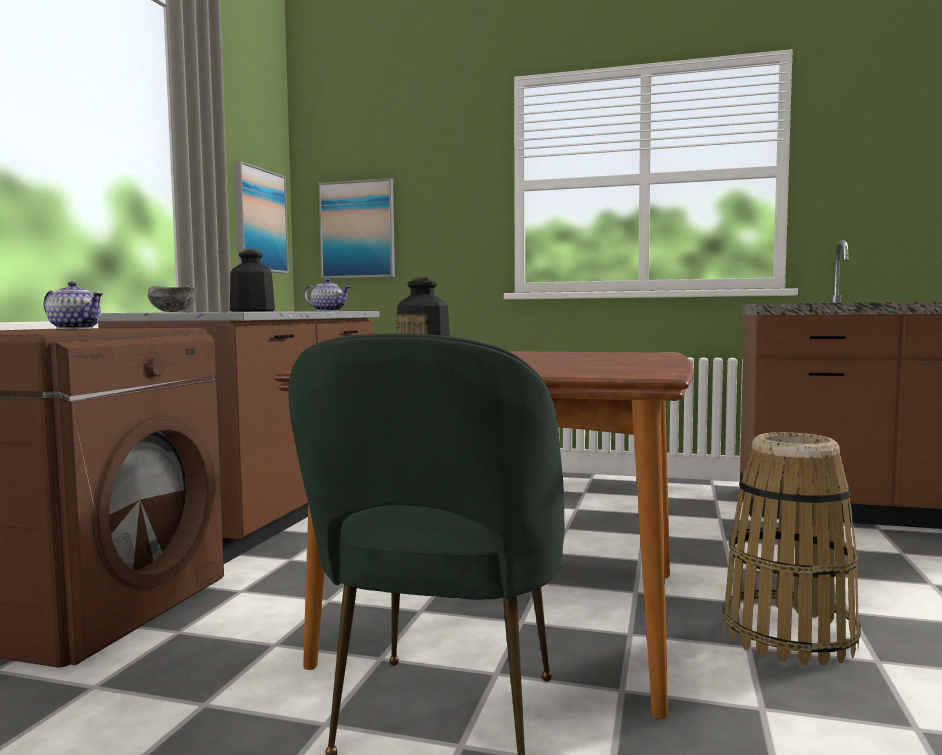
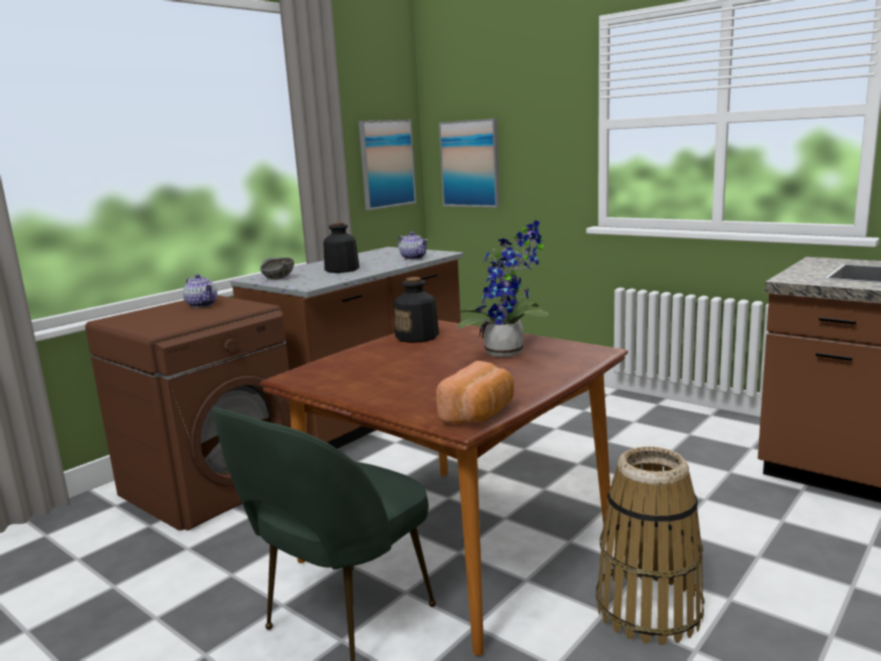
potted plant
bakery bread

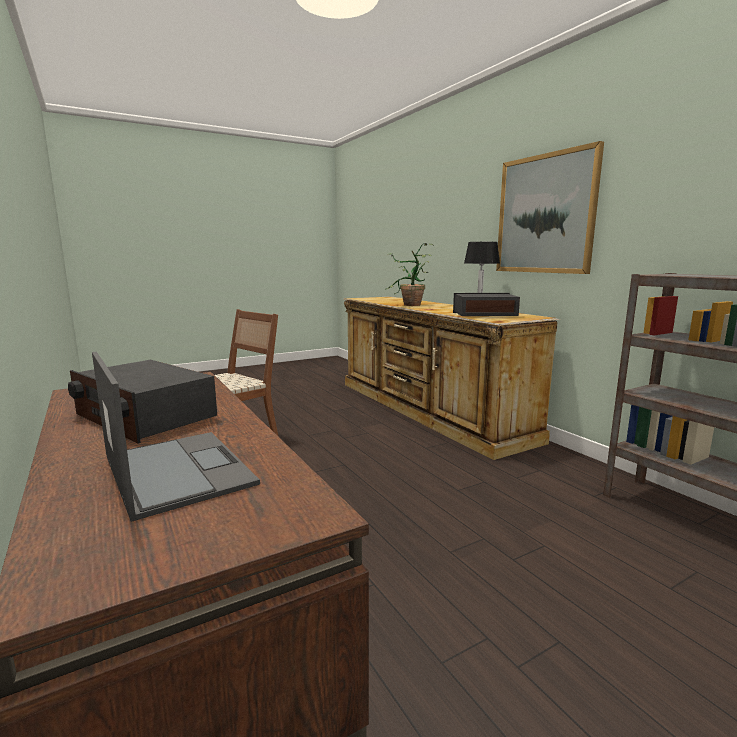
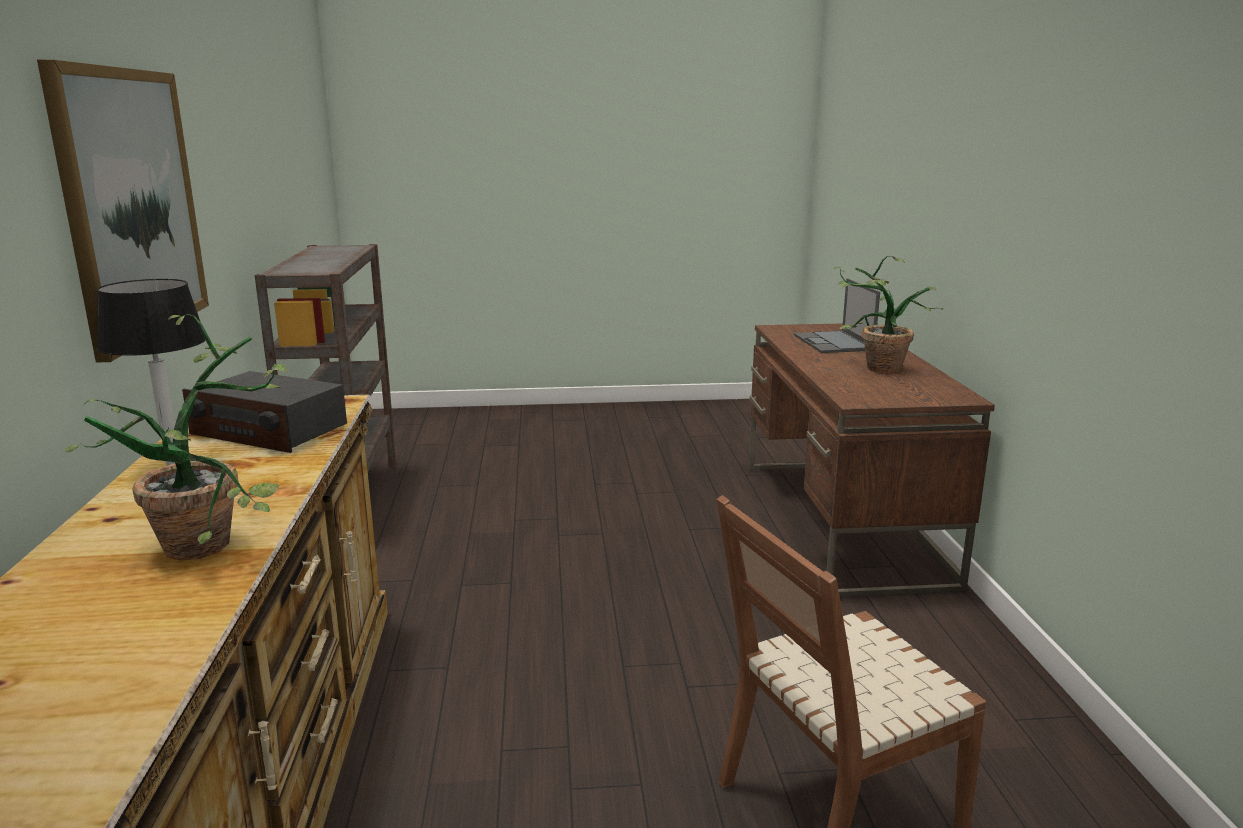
potted plant (2nd from left)

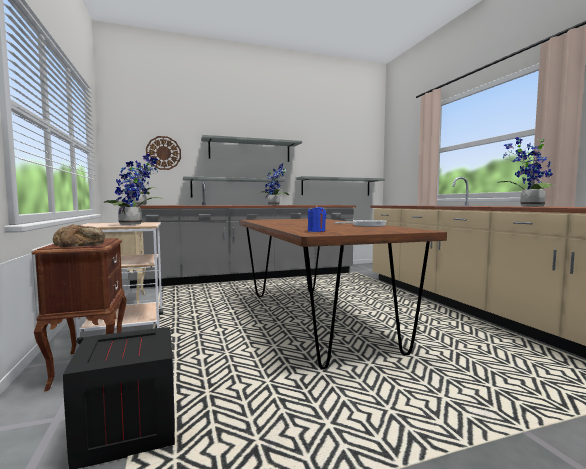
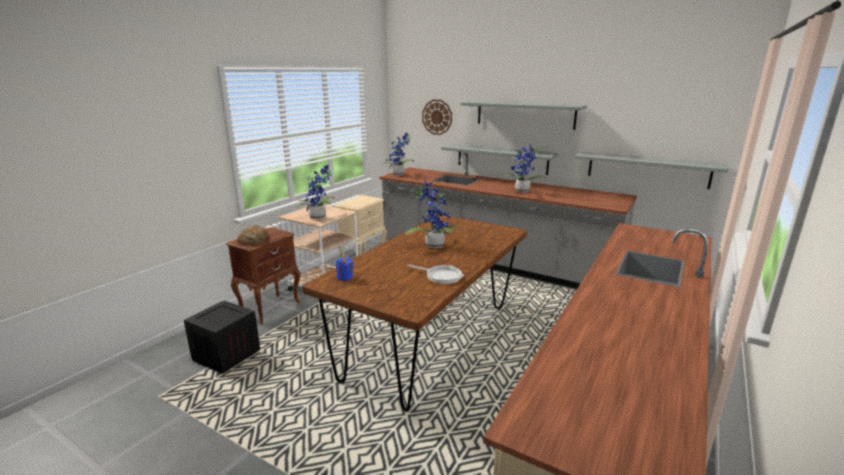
potted plant (3rd from left)

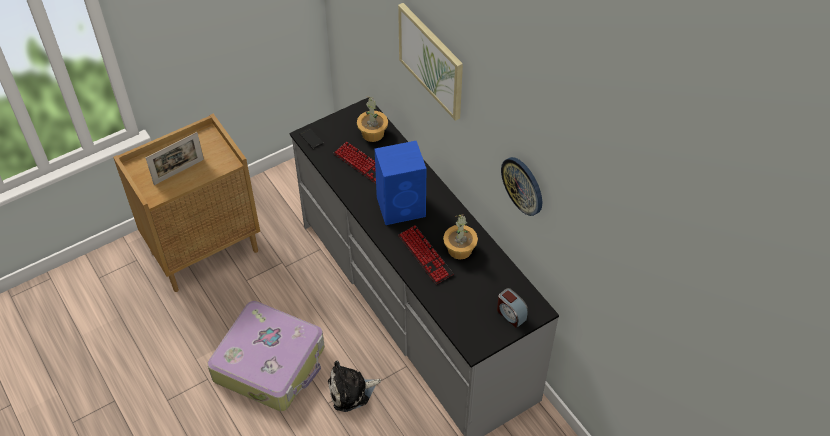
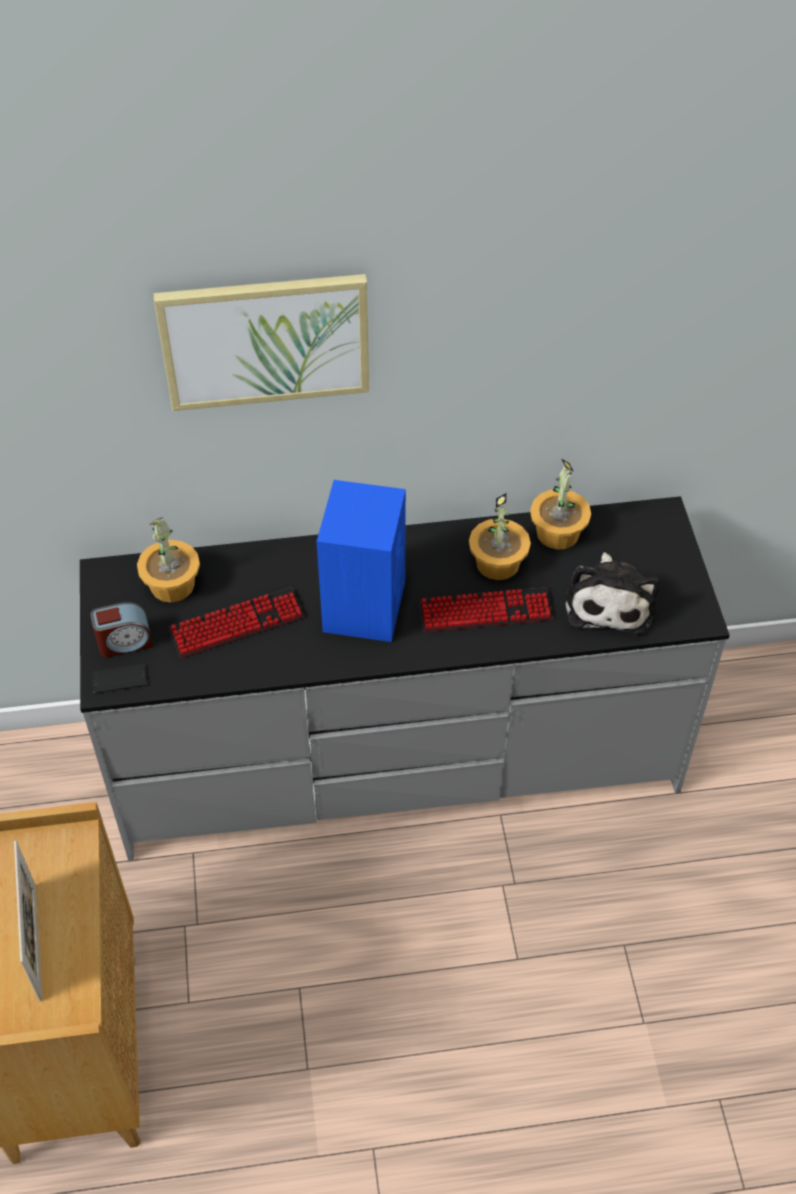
hanging clock
bedside clock
suitcase
soft toy
potted plant (3rd from left)

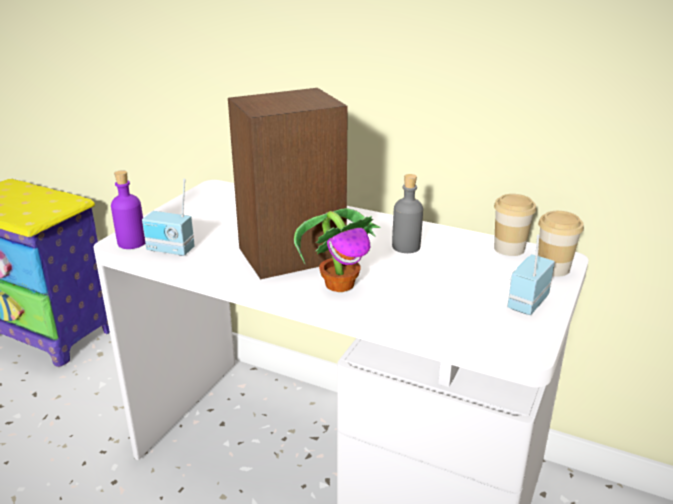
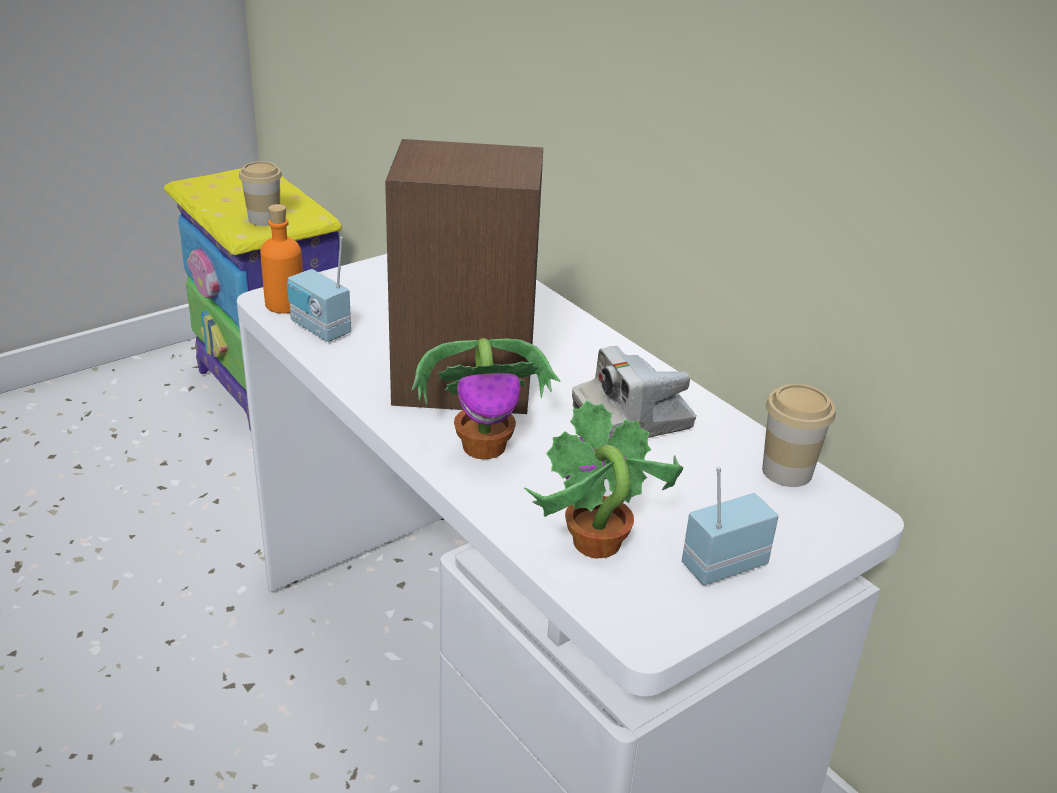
orange beverage bottle
photo camera
cup (1st from left)
potted plant (2nd from left)

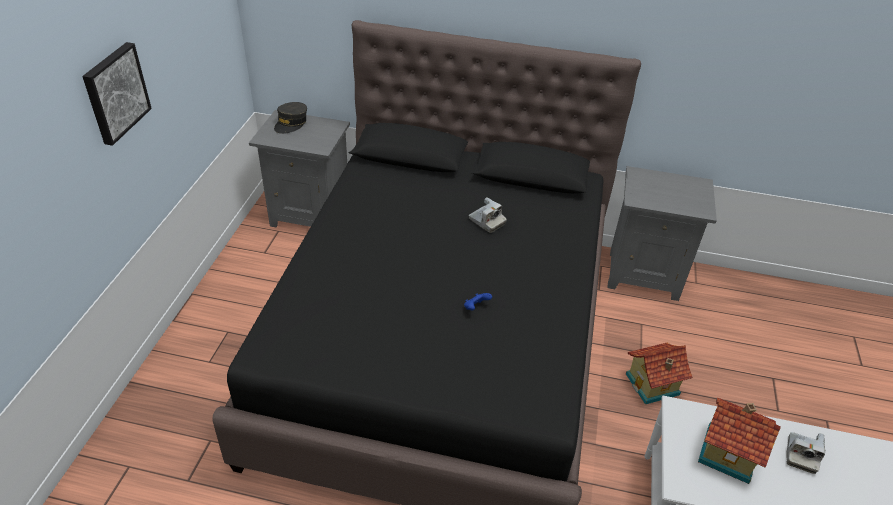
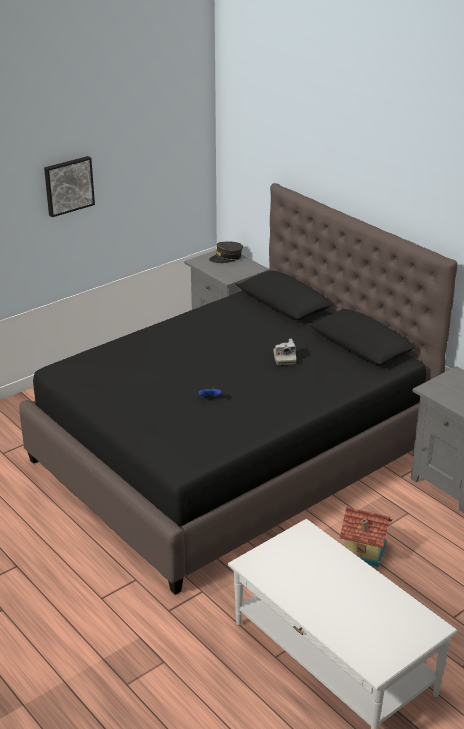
toy house (2nd from left in the first image)
photo camera (2nd from left in the first image)

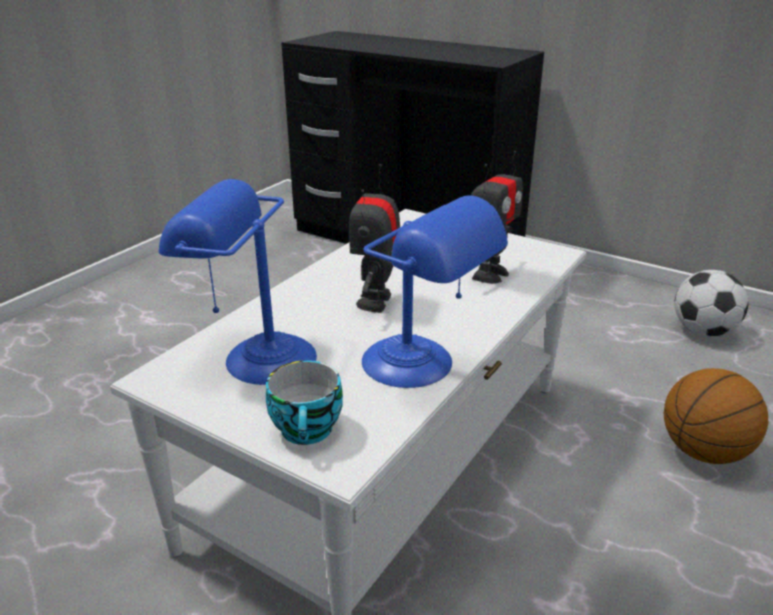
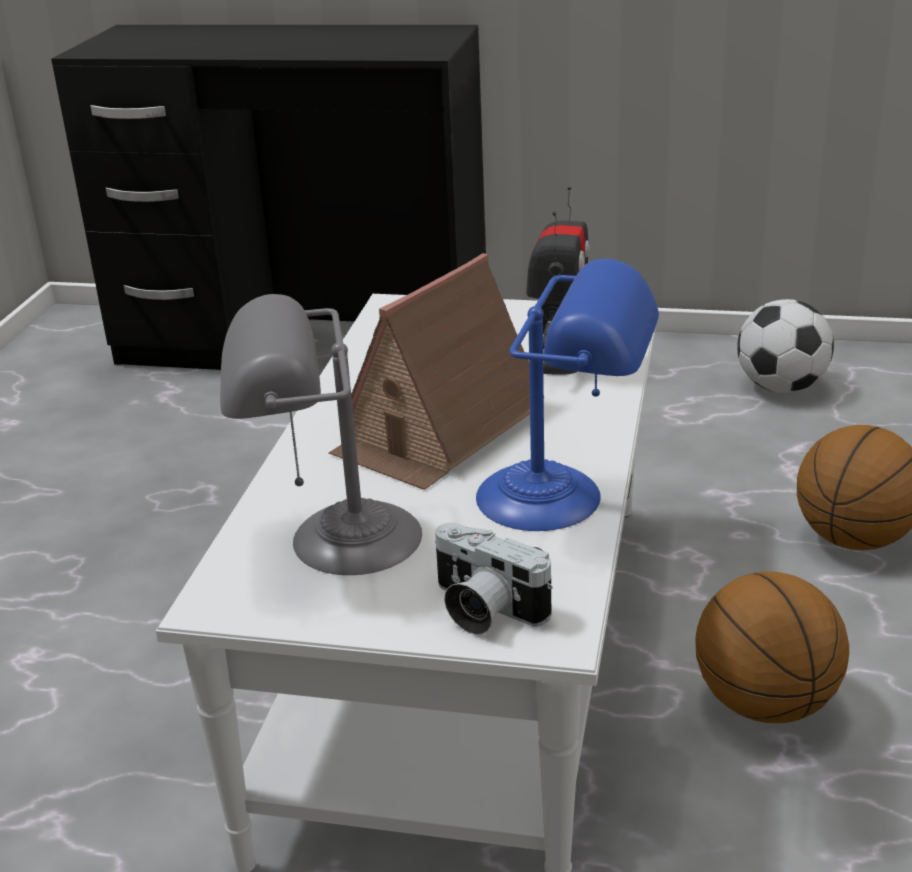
toy house
greyish tabletop lamp
photo camera
ball for basketball (1st from left)

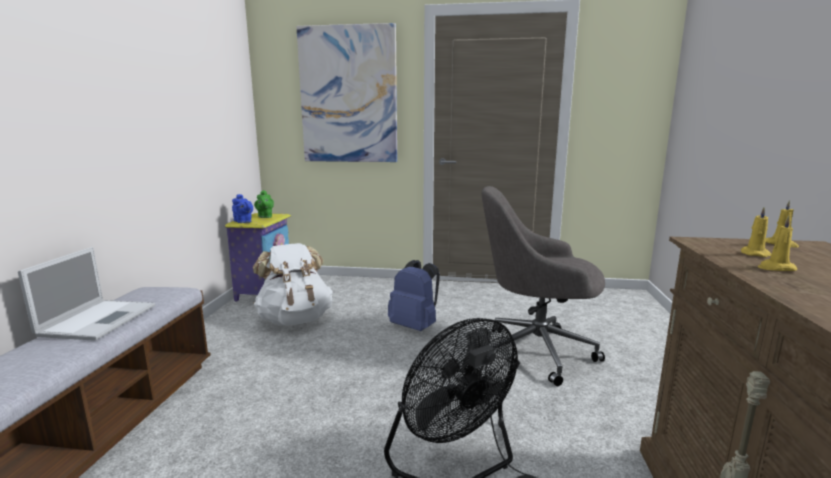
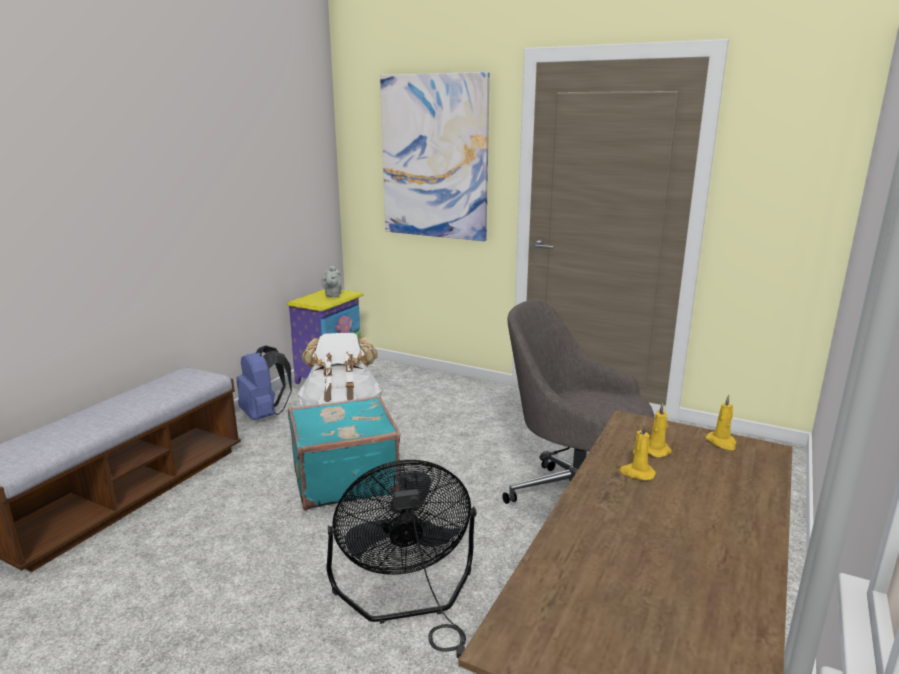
greyish tea pot
blue tea pot
portable computer
blue knapsack
turquoise-coloured suitcase

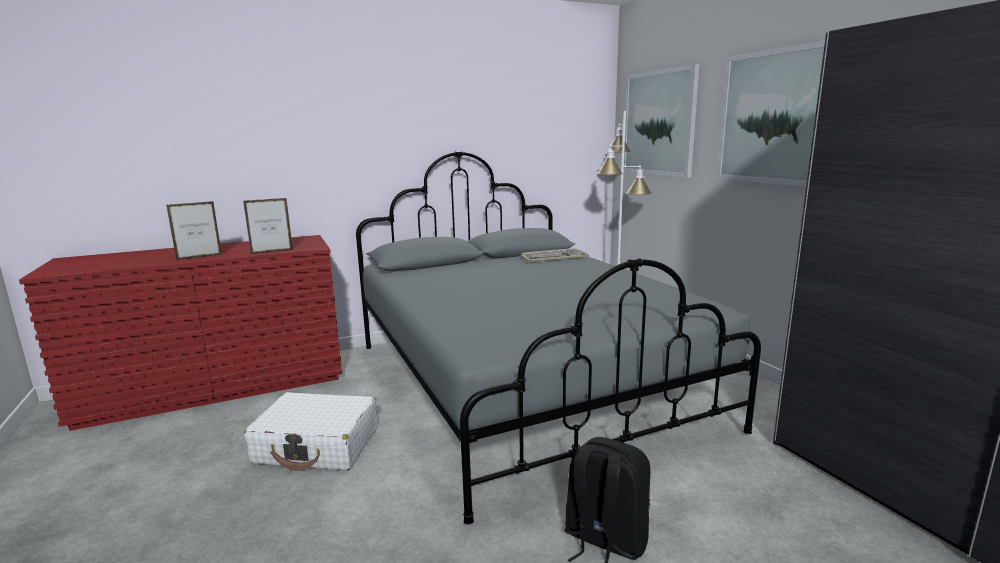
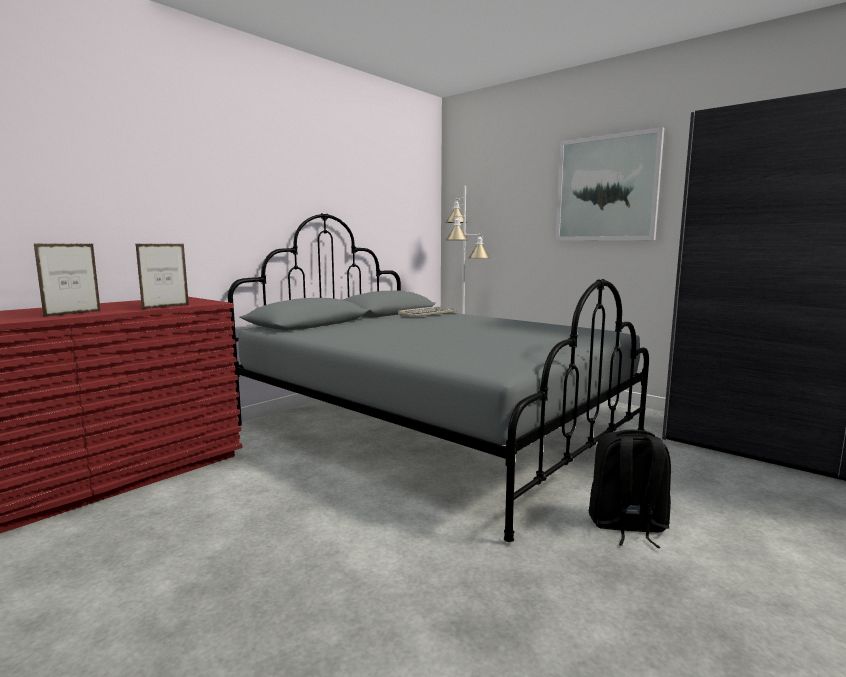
wall art (1st from left in the first image)
white-coloured suitcase

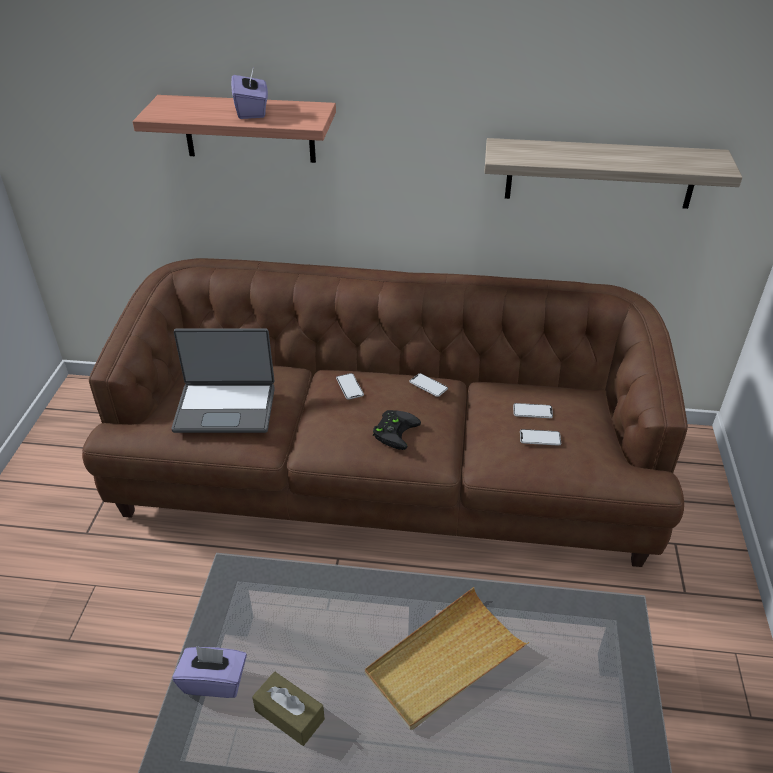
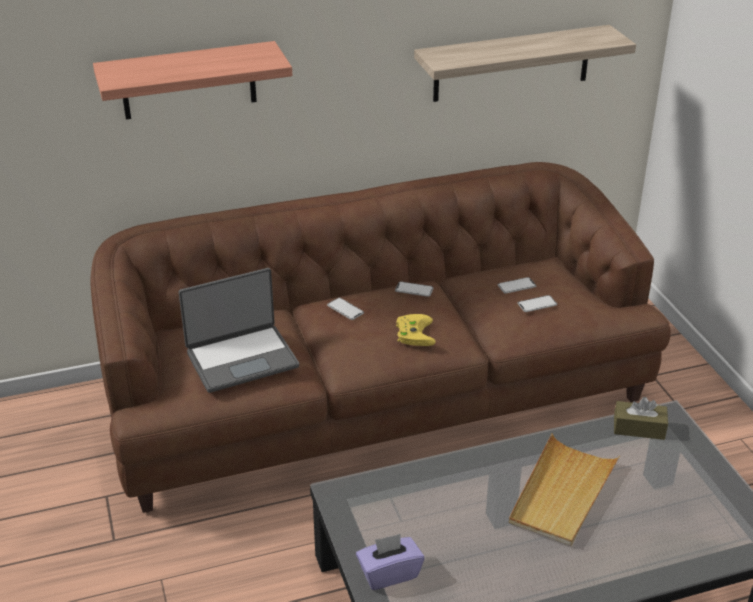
purple-coloured box of tissues (2nd from left in the first image)
yellow gamepad
brownish box of tissues

